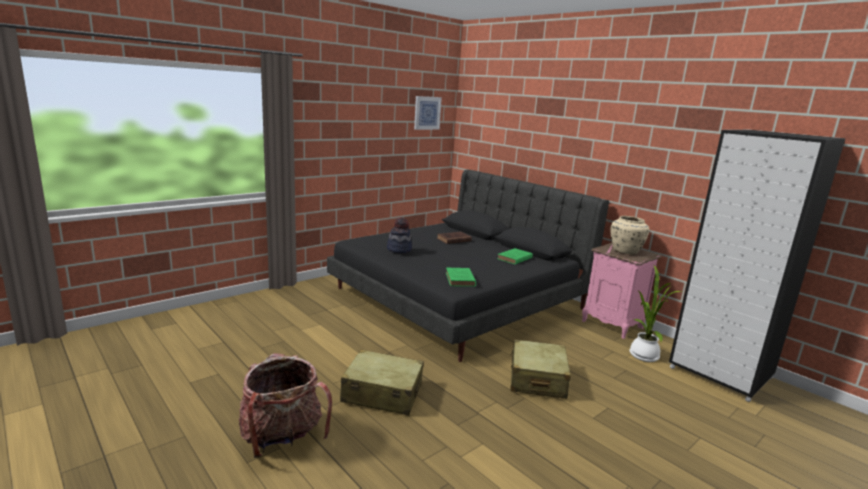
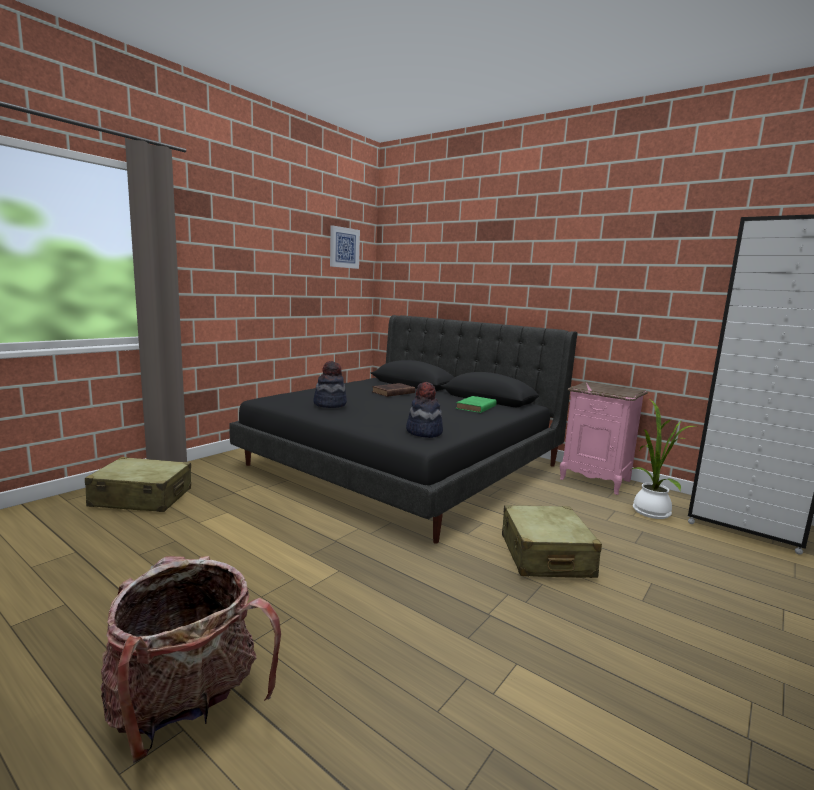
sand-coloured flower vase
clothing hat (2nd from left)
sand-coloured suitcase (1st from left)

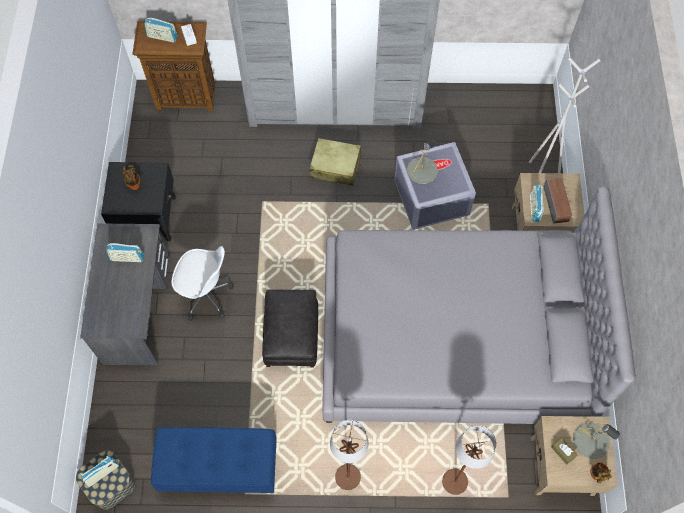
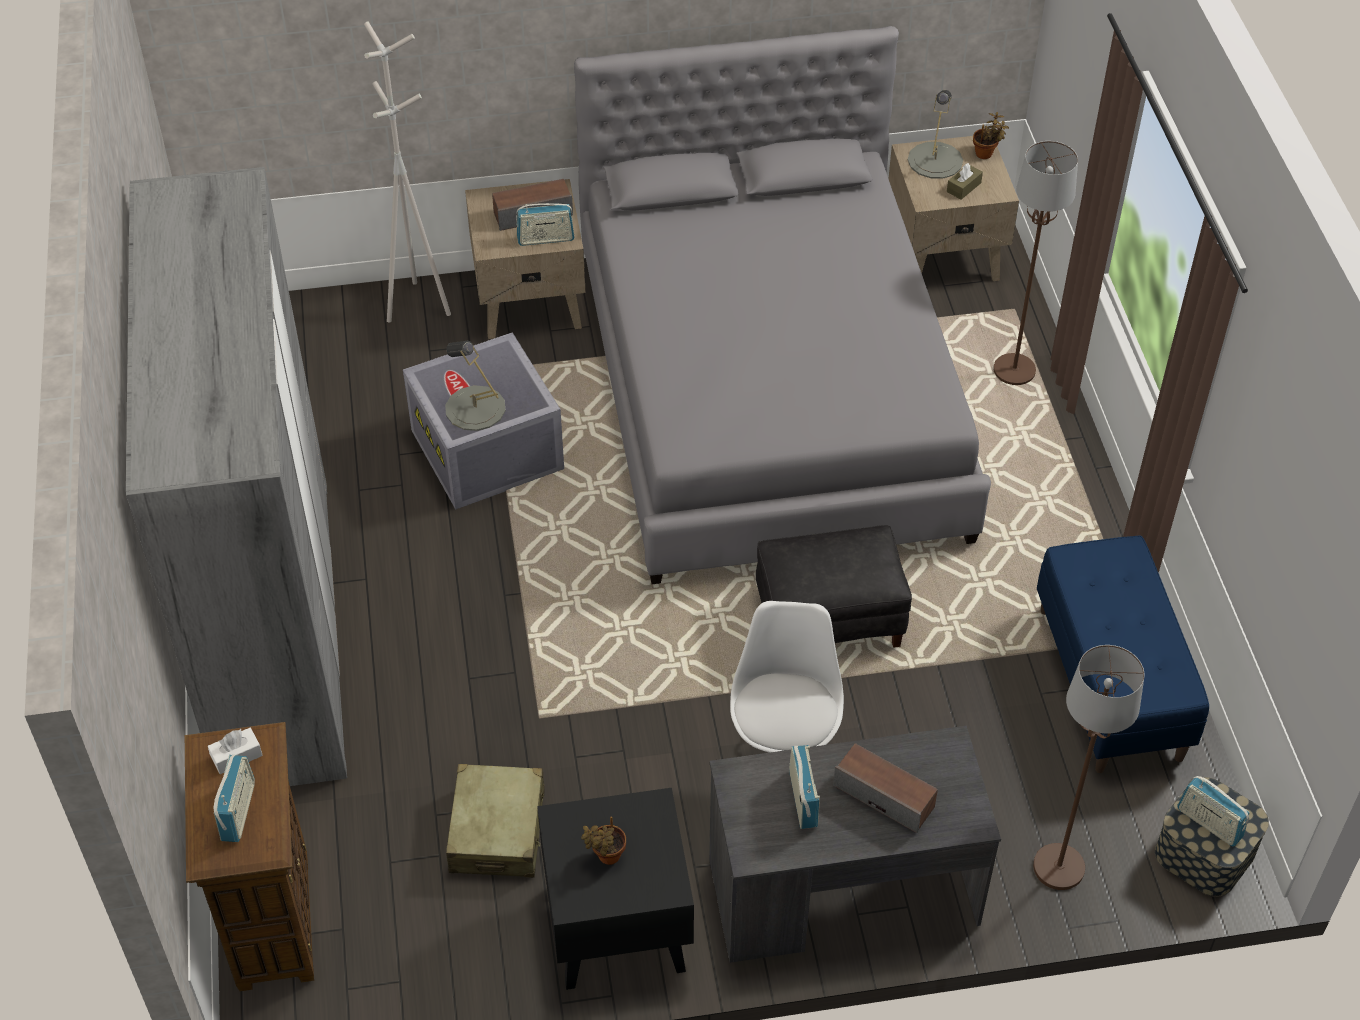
sand-coloured suitcase
brownish standing lamp (2nd from left)
audio speaker (2nd from left)

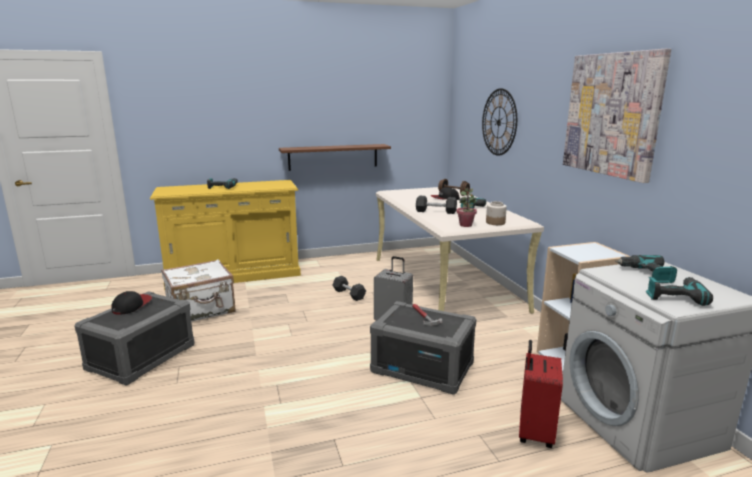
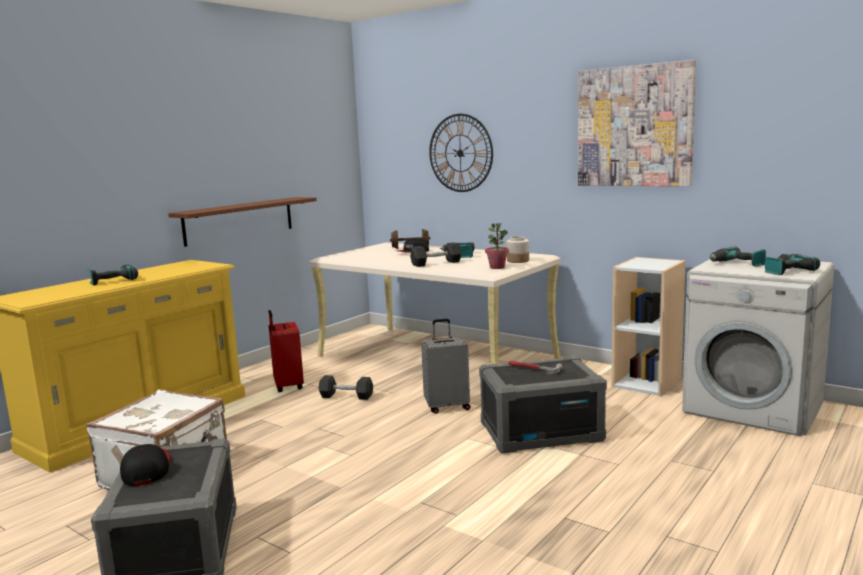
red suitcase

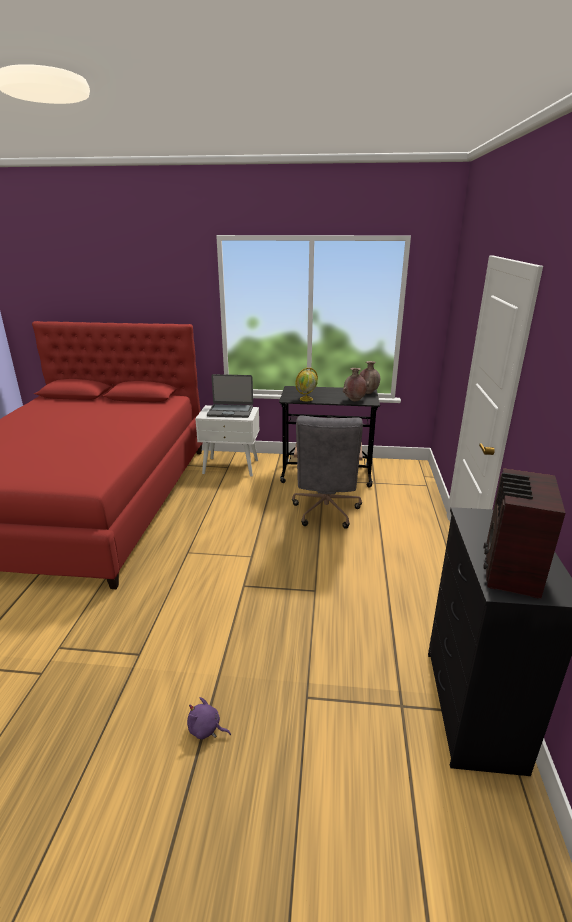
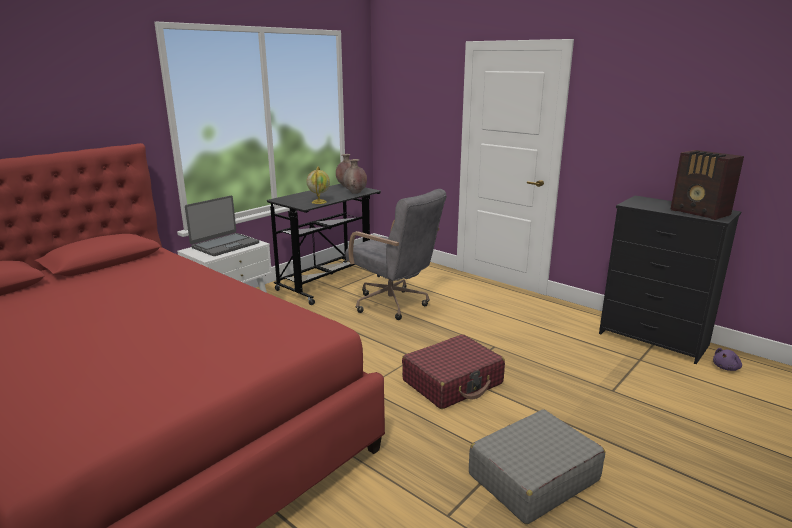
purple-coloured soft toy
red suitcase
greyish suitcase

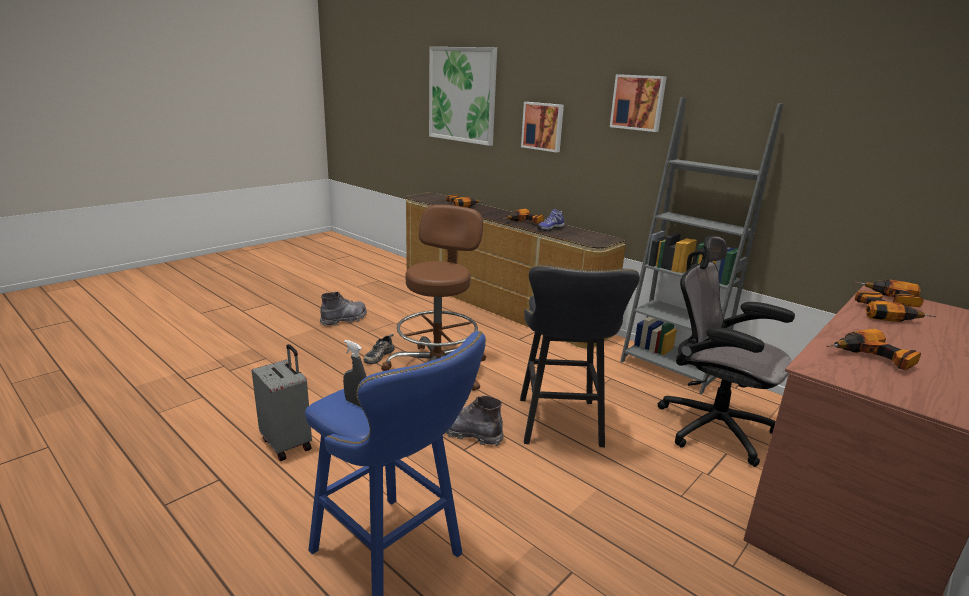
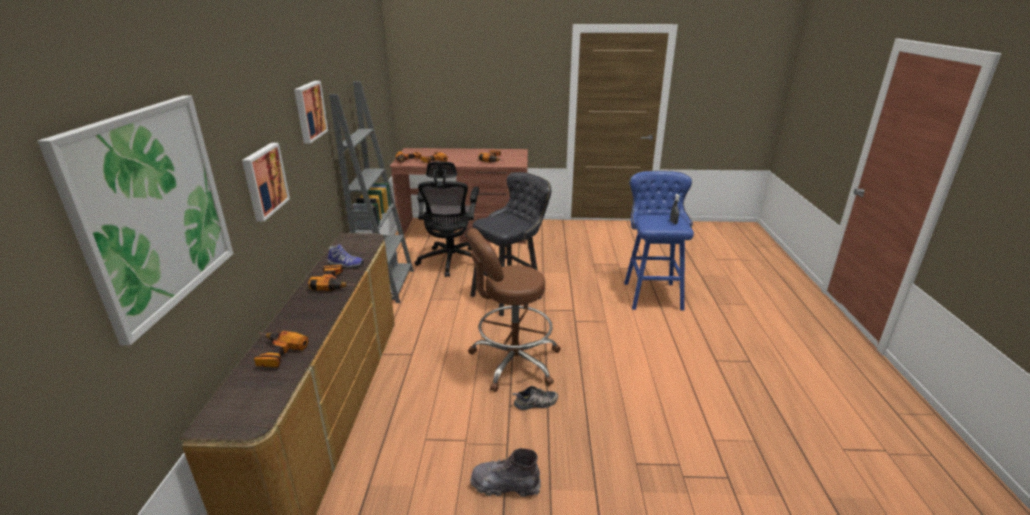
greyish suitcase
greyish boot (2nd from left in the first image)

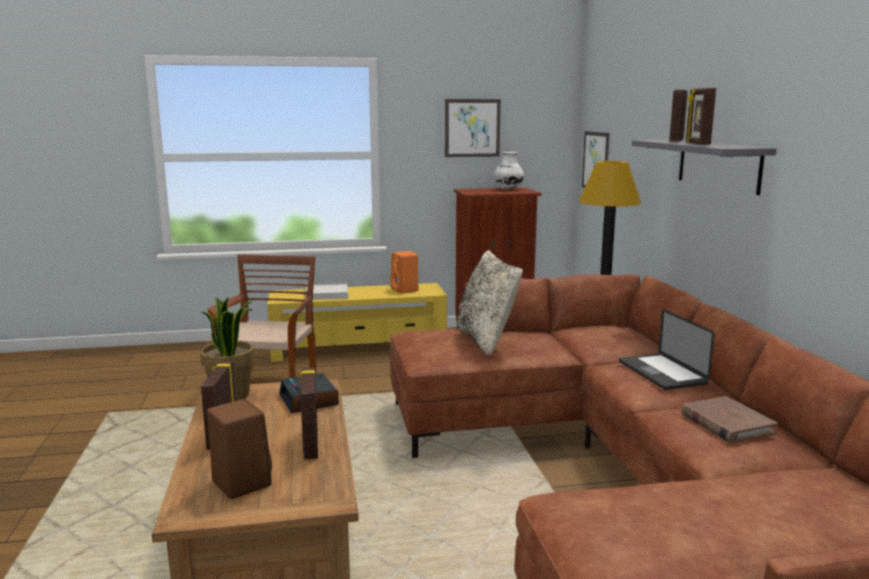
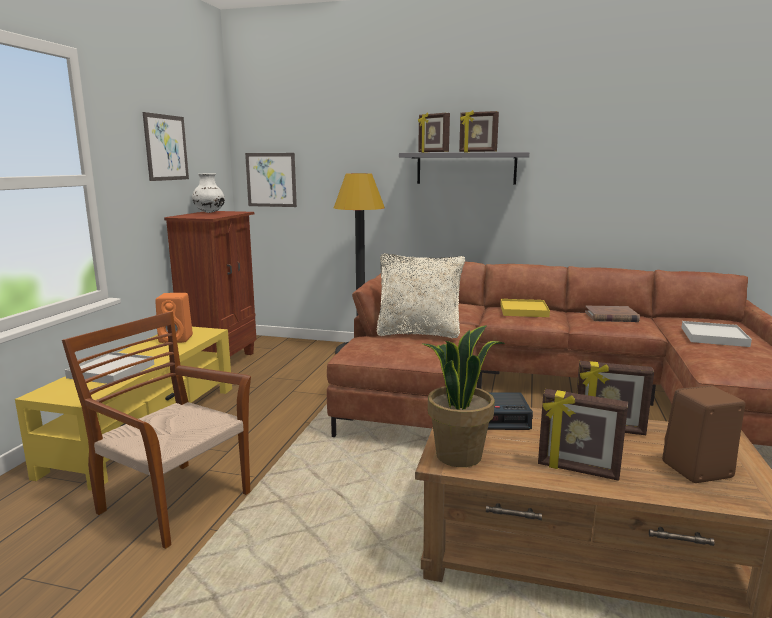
yellow tray
white-coloured tray (2nd from left)

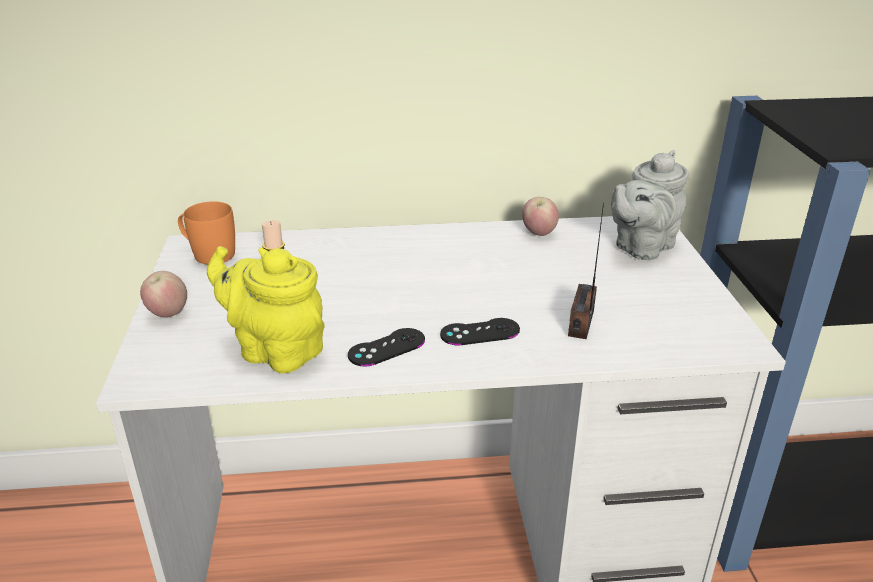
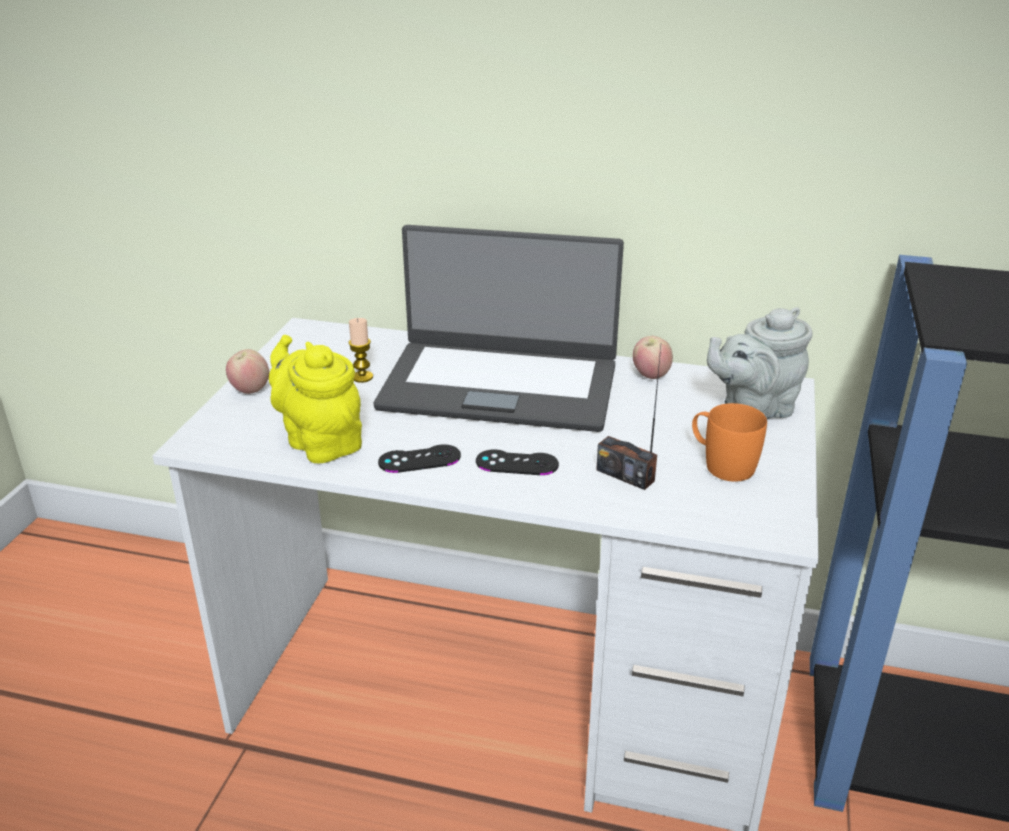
orange mug
radio receiver
portable computer

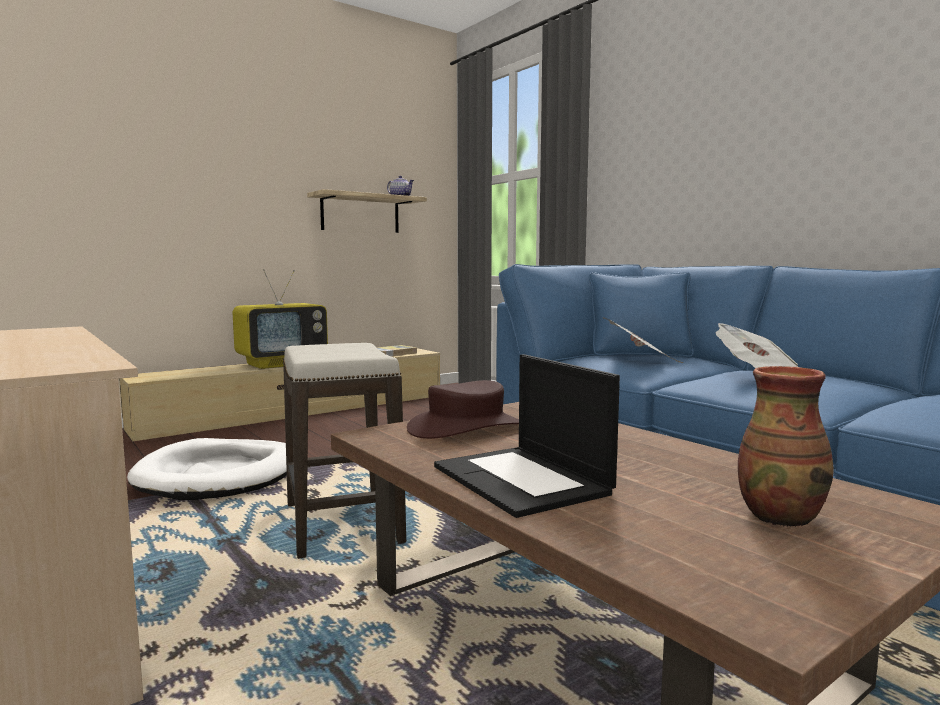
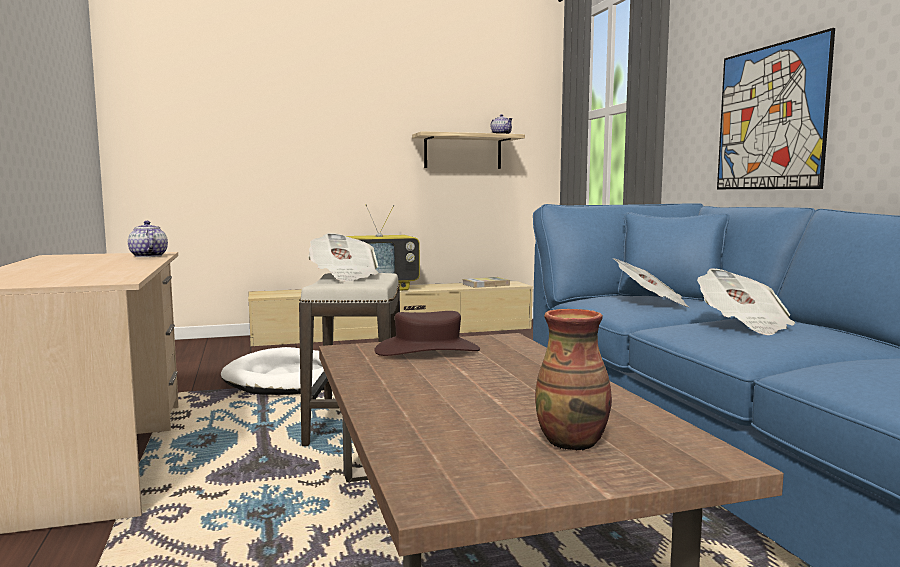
portable computer
wall art
tea pot (1st from left)
daily paper (1st from left)

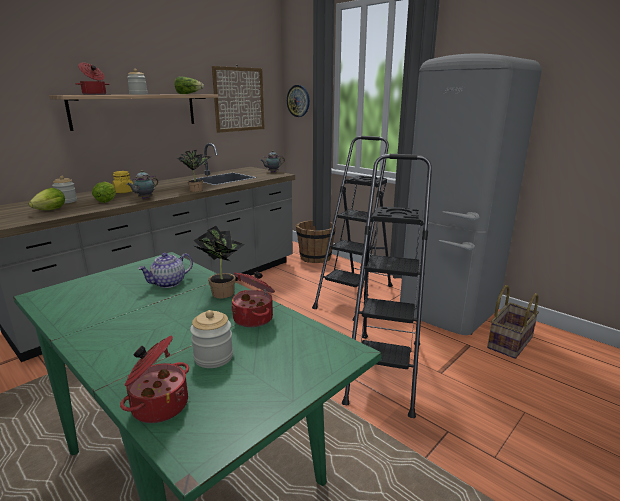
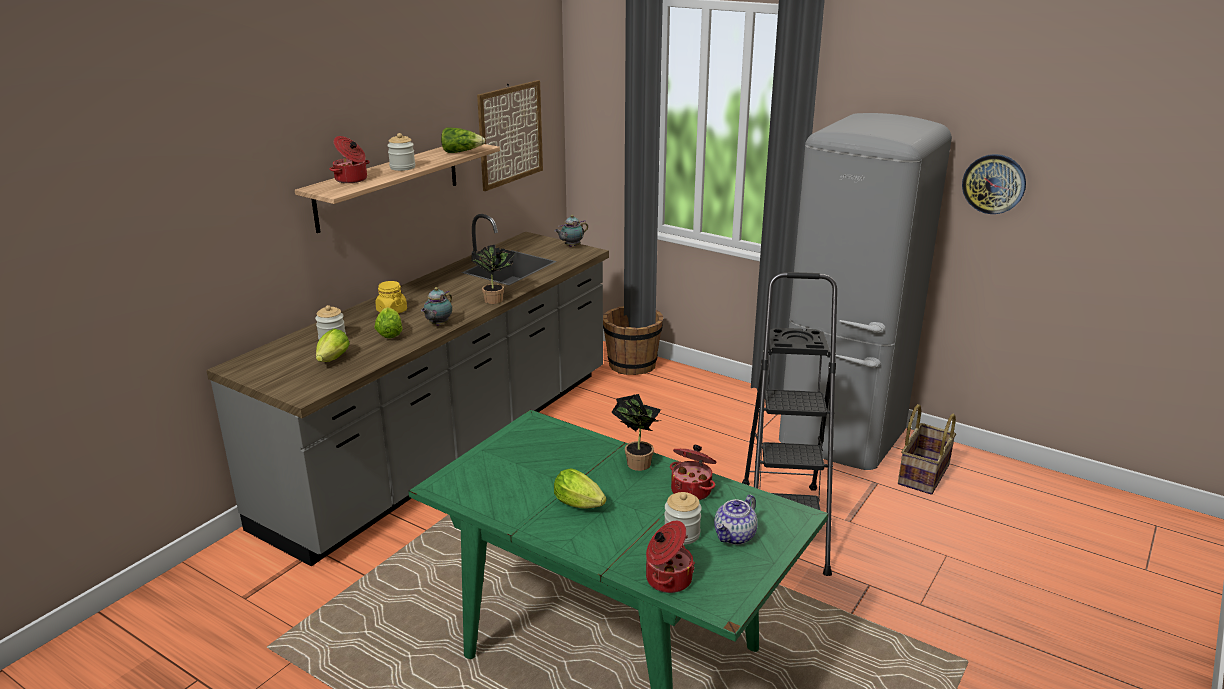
hanging clock
stepladder (1st from left in the first image)
tea pot (3rd from left)
lettuce head (4th from left)

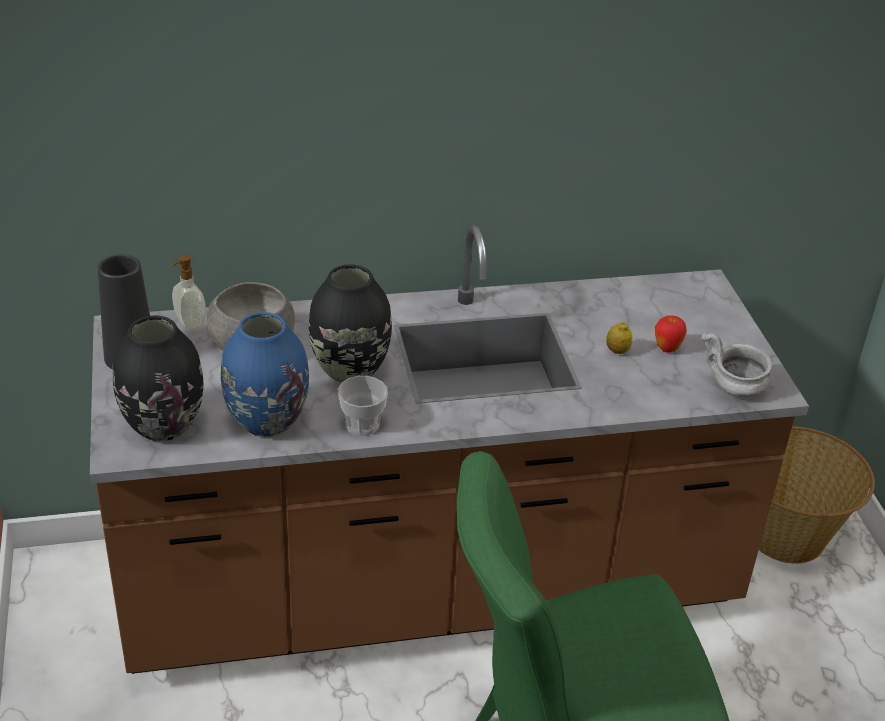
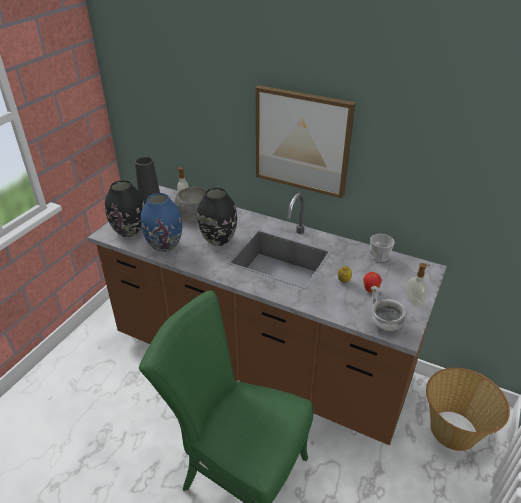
cup
wall art
liquid soap bottle (2nd from left)

